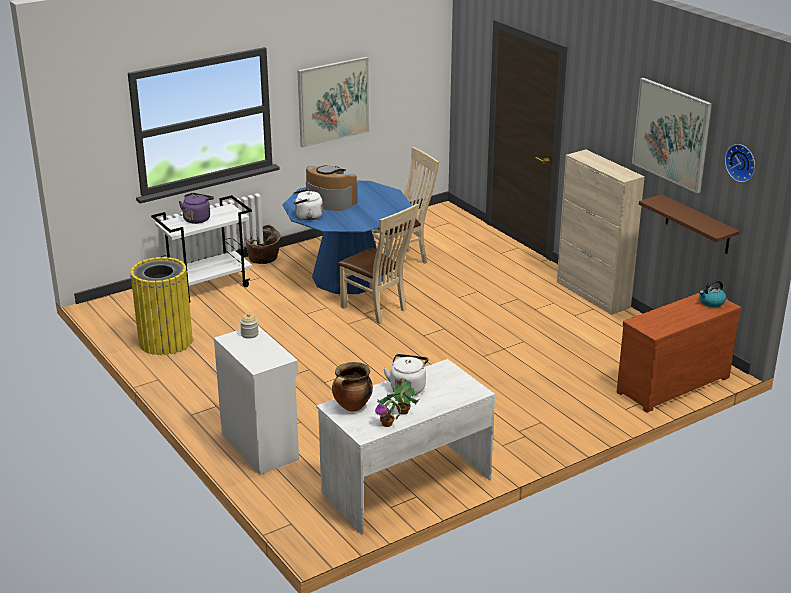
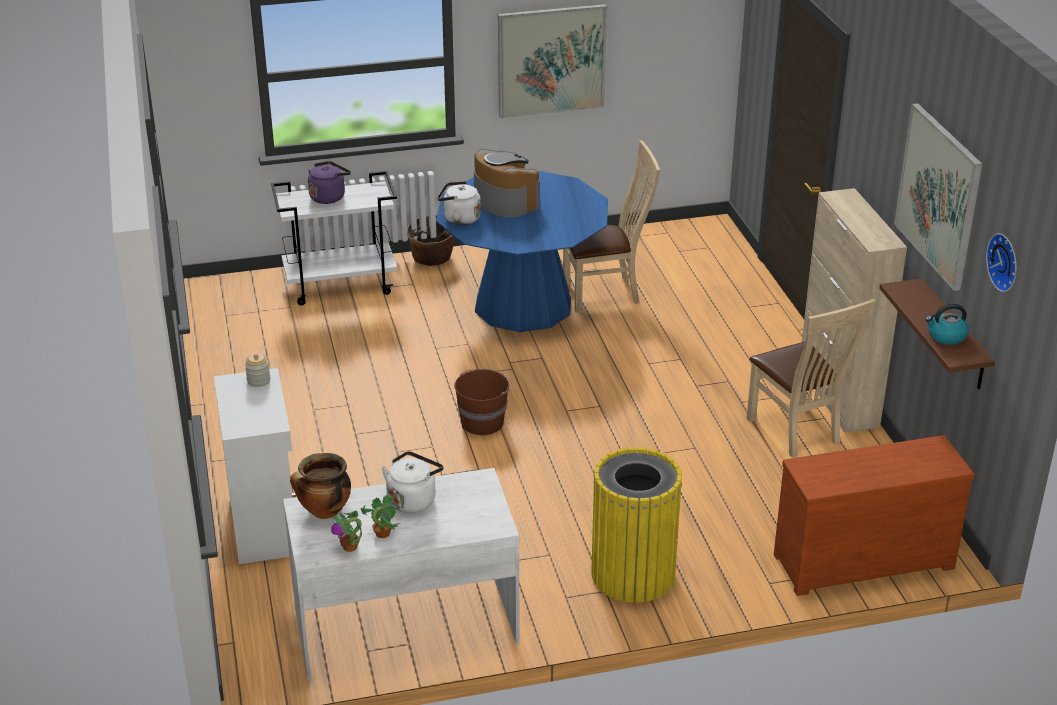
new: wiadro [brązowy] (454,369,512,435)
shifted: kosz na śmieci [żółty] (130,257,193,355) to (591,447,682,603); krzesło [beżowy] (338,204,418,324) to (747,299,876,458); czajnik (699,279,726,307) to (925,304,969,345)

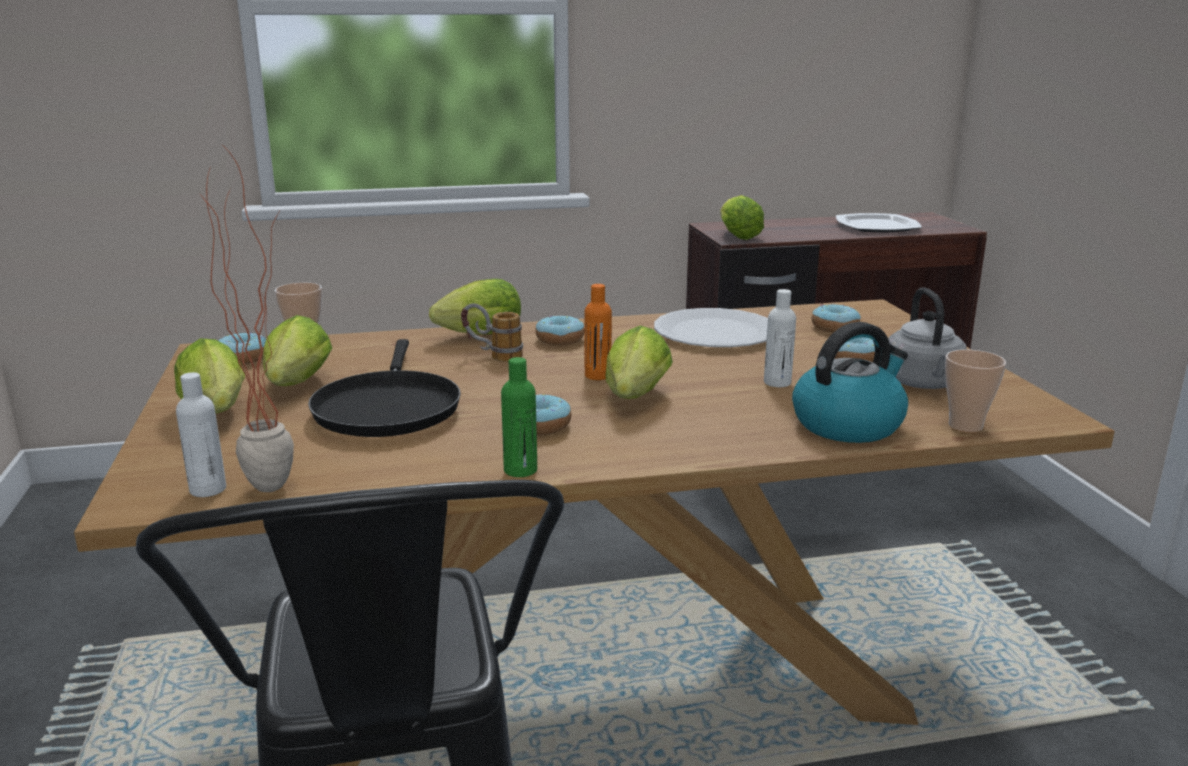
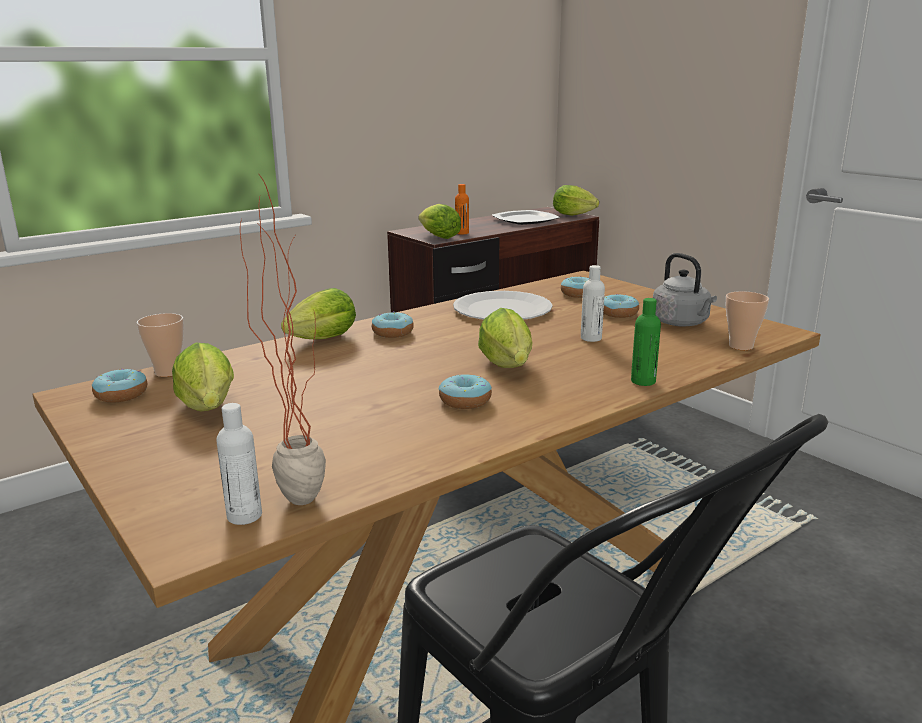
gone: patelnia [czarny] (308,339,461,437); kubek (461,303,523,362); czajnik (792,322,908,443)
shifted: sałata (174,338,245,414) to (553,185,599,216); butelka [zielony] (501,357,537,477) to (631,298,661,386); butelka [pomarańczowy] (584,284,612,380) to (455,184,469,234)

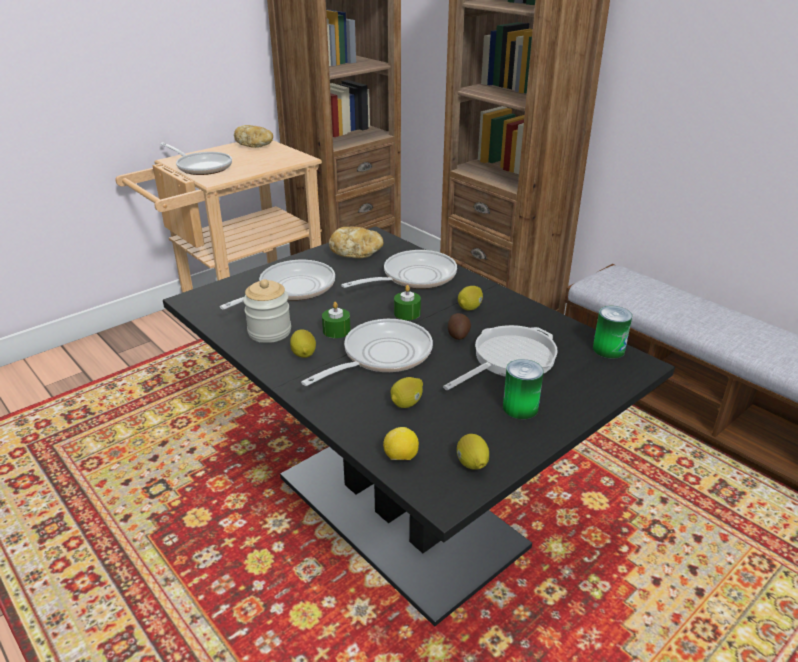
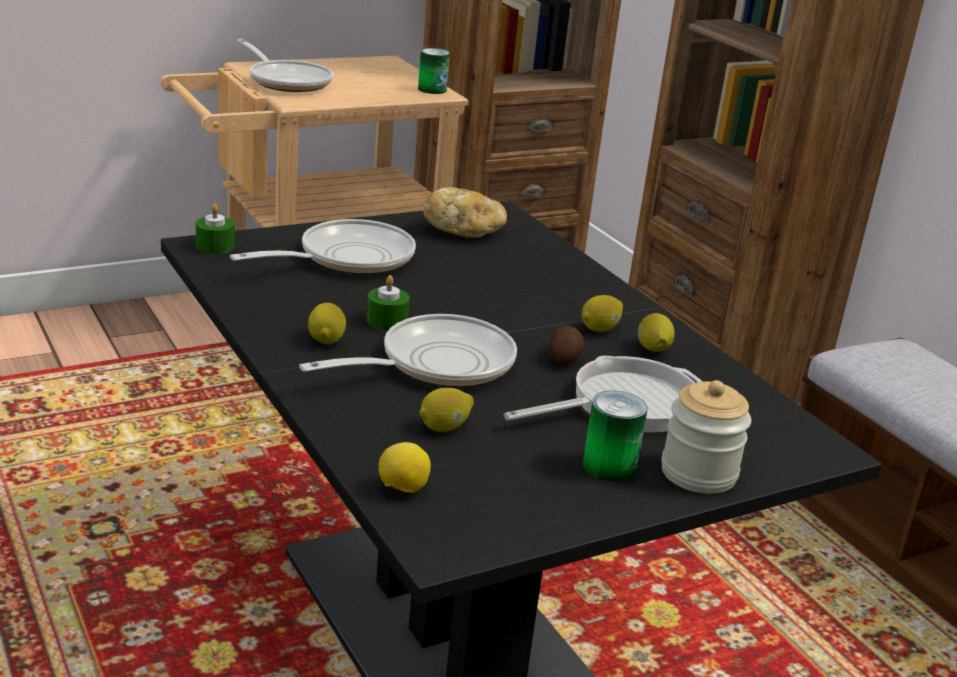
gone: chleb (234,125,273,148); patelnia (341,250,457,289)
shifted: słoik (243,279,291,343) to (661,380,751,494); świeca [zielony] (394,285,421,320) to (196,204,234,254); cytryna (457,434,489,470) to (638,313,675,352); puszka (593,306,632,359) to (418,48,450,94)

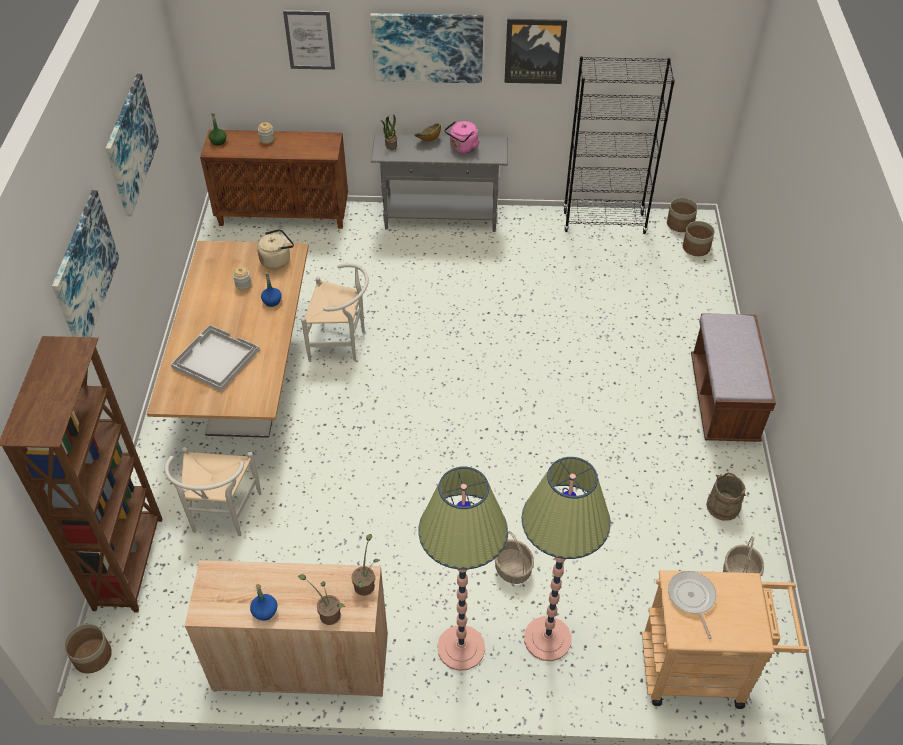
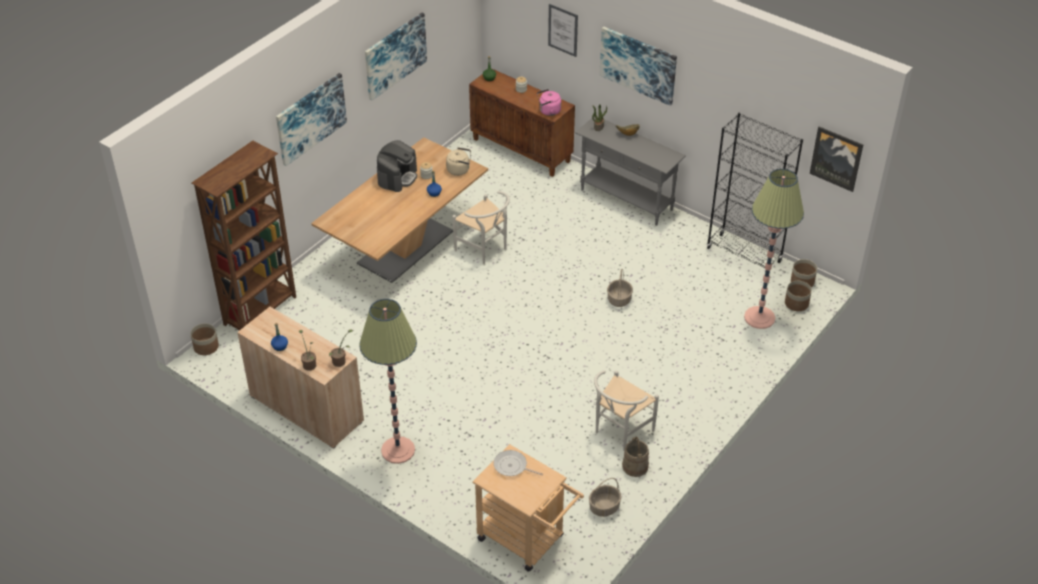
gone: taca [biały] (171,324,259,391); ławka [brązowy] (691,313,776,442)
new: ekspres do kawy (377,140,417,192)
shifted: krzesło [biały] (164,447,261,536) to (594,370,659,451); czajnik [różowy] (444,121,479,153) to (537,89,561,116); koszyk (494,531,534,584) to (607,269,633,307); obraz (505,19,567,84) to (810,127,863,192); lampa stojąca (522,457,611,661) to (744,169,804,329)
rotated: patelnia (668,571,716,639) = (494,450,543,476) 90 degrees counterclockwise

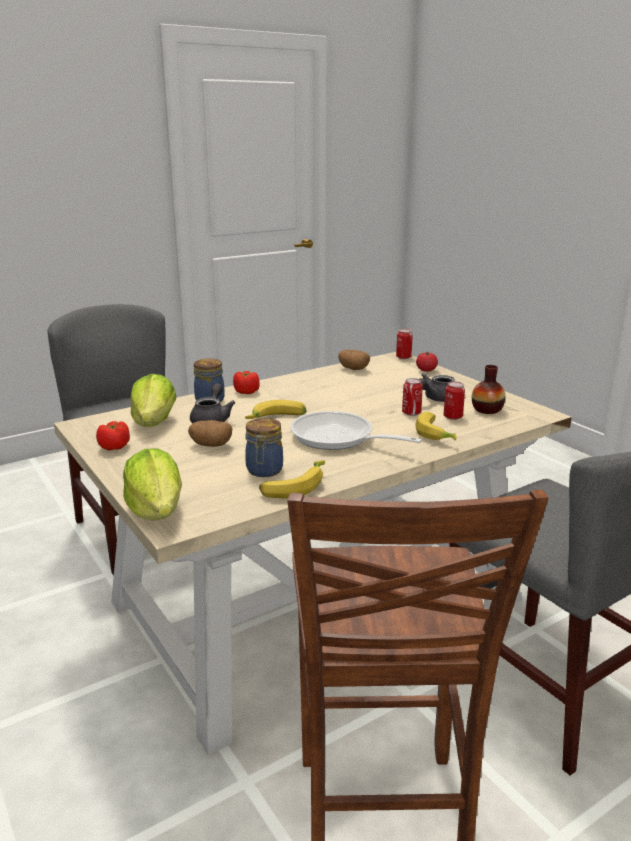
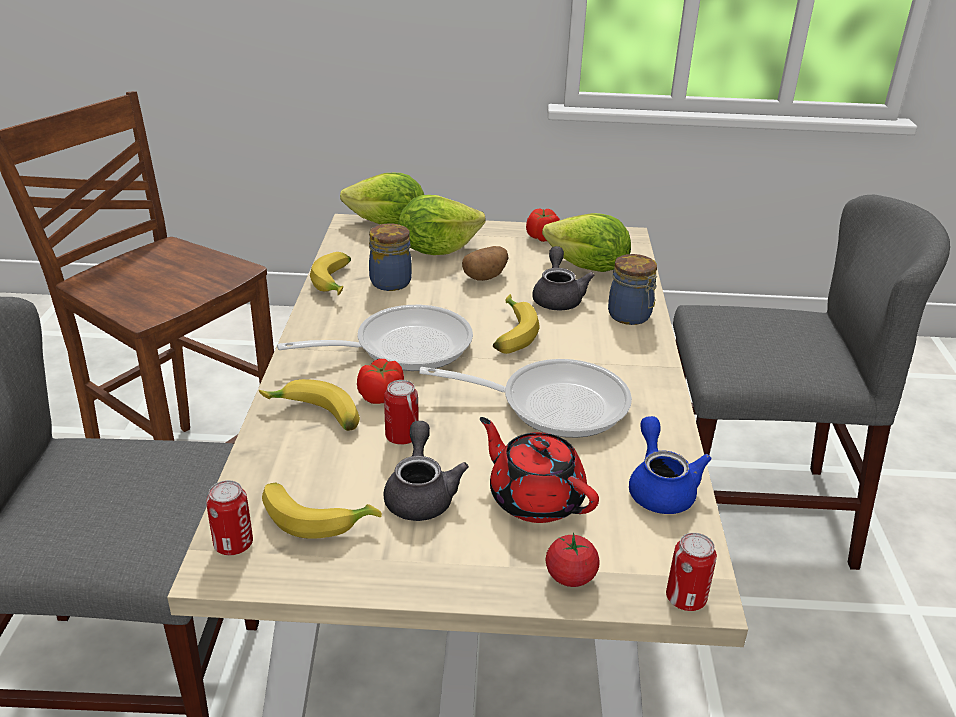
new: sałata (398,195,486,255); patelnia (419,359,632,438); imbryk [czerwony] (480,417,599,523)
shifted: pomidor (233,371,260,394) to (357,359,404,404); puszka (443,381,465,420) to (206,480,253,555)
swapped: ziemniak (338,349,370,370) to imbryk [niebieski] (629,416,712,514); wazon (472,365,506,414) to banan (262,483,382,539)
rotated: imbryk [szary] (190,383,235,423) = (532,246,595,310) 135 degrees counterclockwise

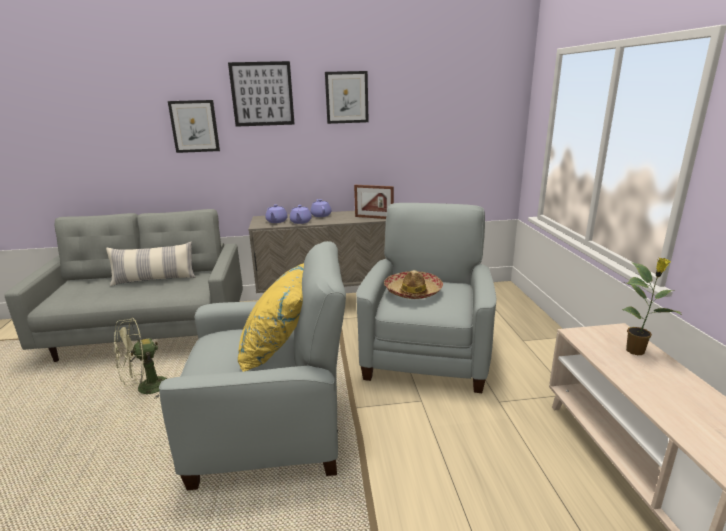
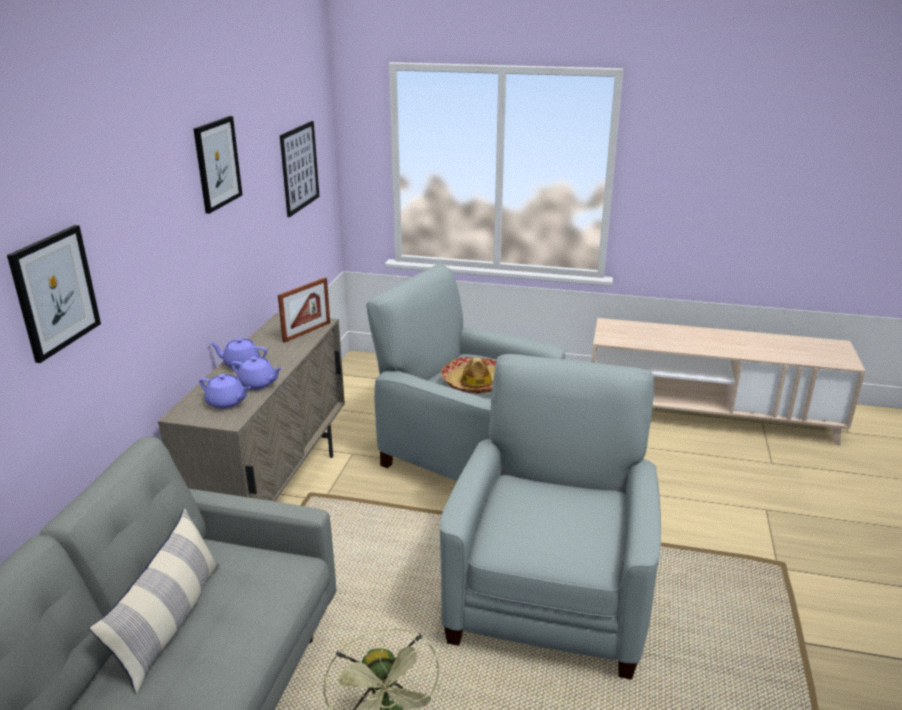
gone: poduszka [żółty] (238,263,304,372); roślina doniczkowa (622,258,682,355)
shifted: obraz (228,61,295,127) to (280,121,320,217)

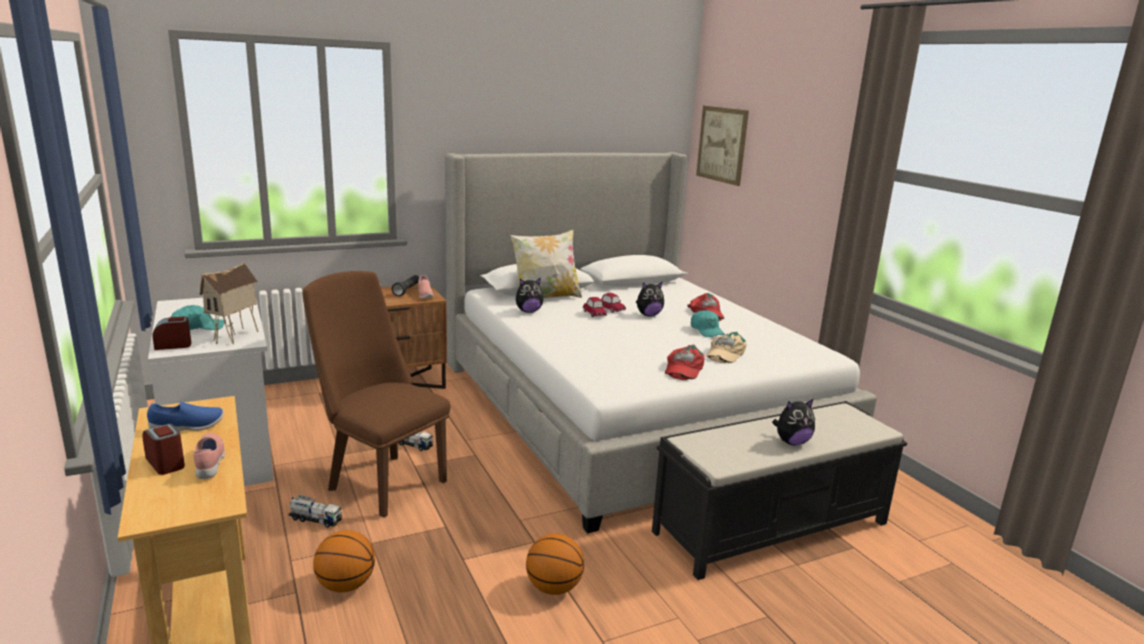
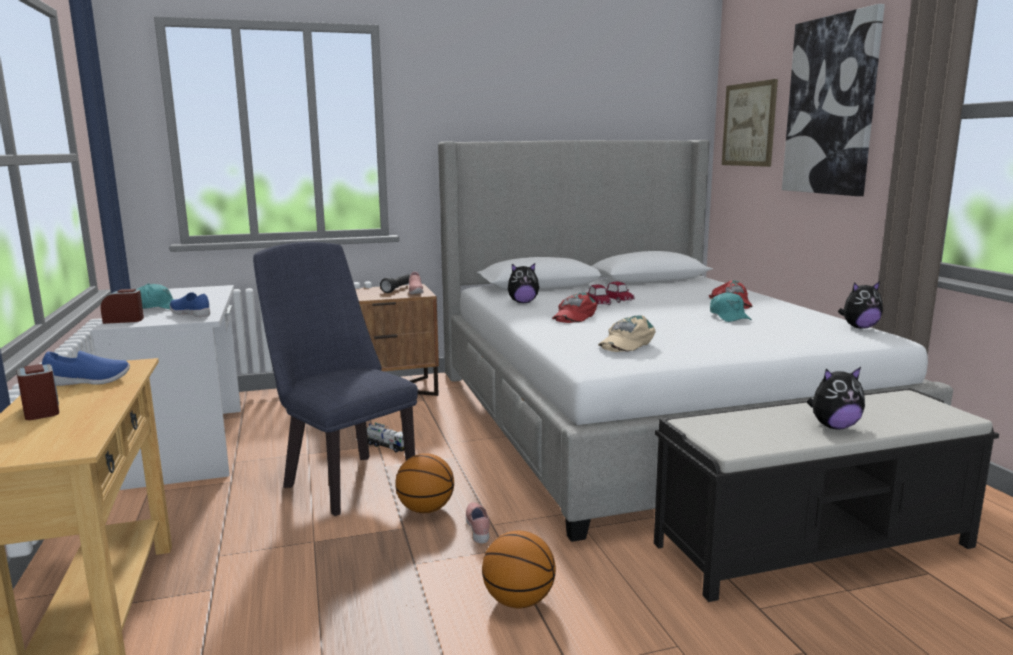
gone: ciężarówka zabawkowa (288,495,342,528); poduszka (510,229,582,298)
new: obraz (782,4,885,196)
shifted: but [różowy] (194,433,225,479) to (466,502,490,543); piłka do koszykówki (313,530,375,592) to (395,453,454,513); pluszak (636,282,664,316) to (838,281,883,329); czapka z daszkiem [czerwony] (665,345,705,380) to (552,292,597,323); czapka z daszkiem [beżowy] (706,332,747,363) to (598,315,656,352)
swapped: domek (199,262,259,344) to but [niebieski] (170,292,210,317)
repainted: krzesło [brązowy] (302,271,450,518) to krzesło [niebieski] (253,242,418,516)

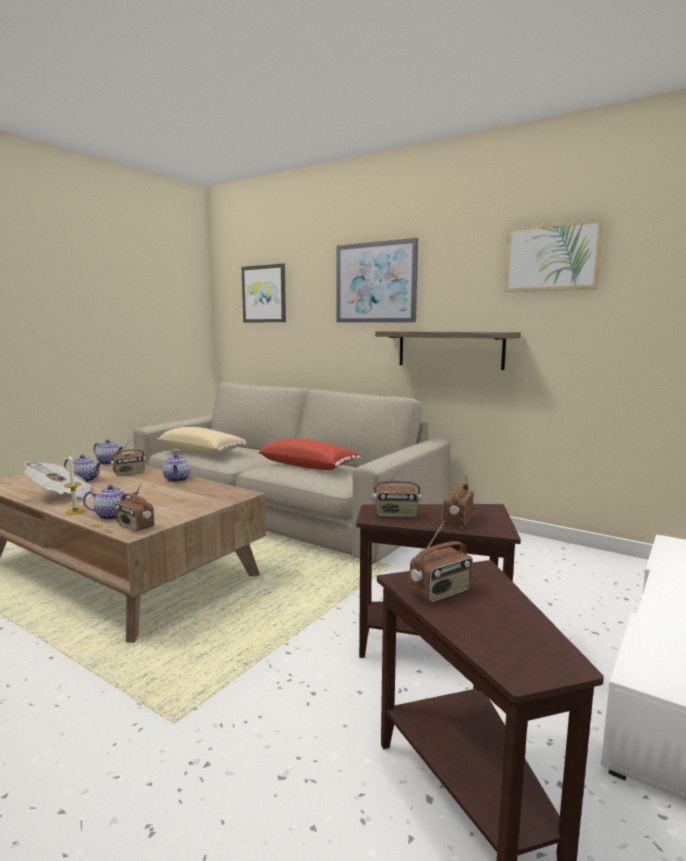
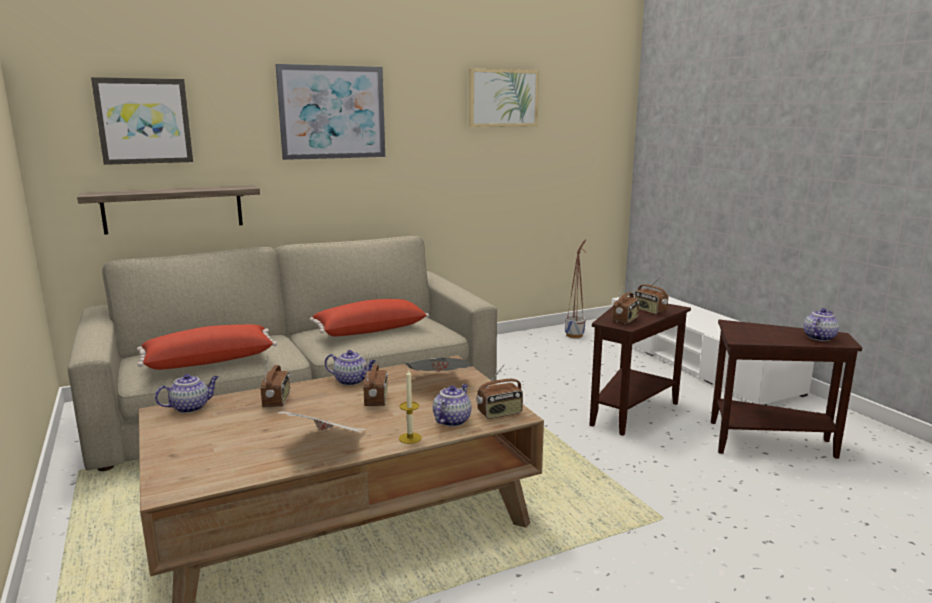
new: gazeta (404,358,473,372); donica (565,240,586,338)
shifted: imbryk (64,455,102,482) to (803,308,839,341); półka (375,331,521,370) to (77,185,260,235); radio (409,521,473,602) to (363,354,388,406)
repainted: poduszka [beżowy] (157,427,247,455) to poduszka [czerwony] (137,324,277,370)

